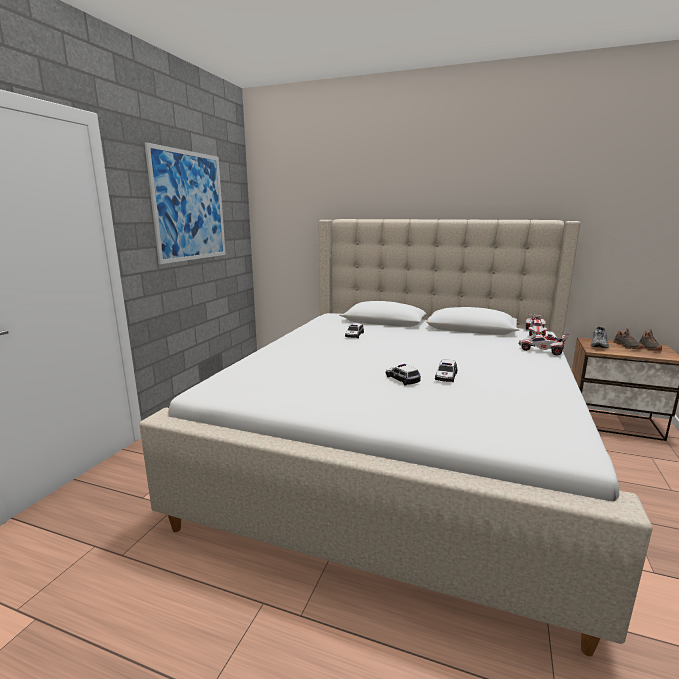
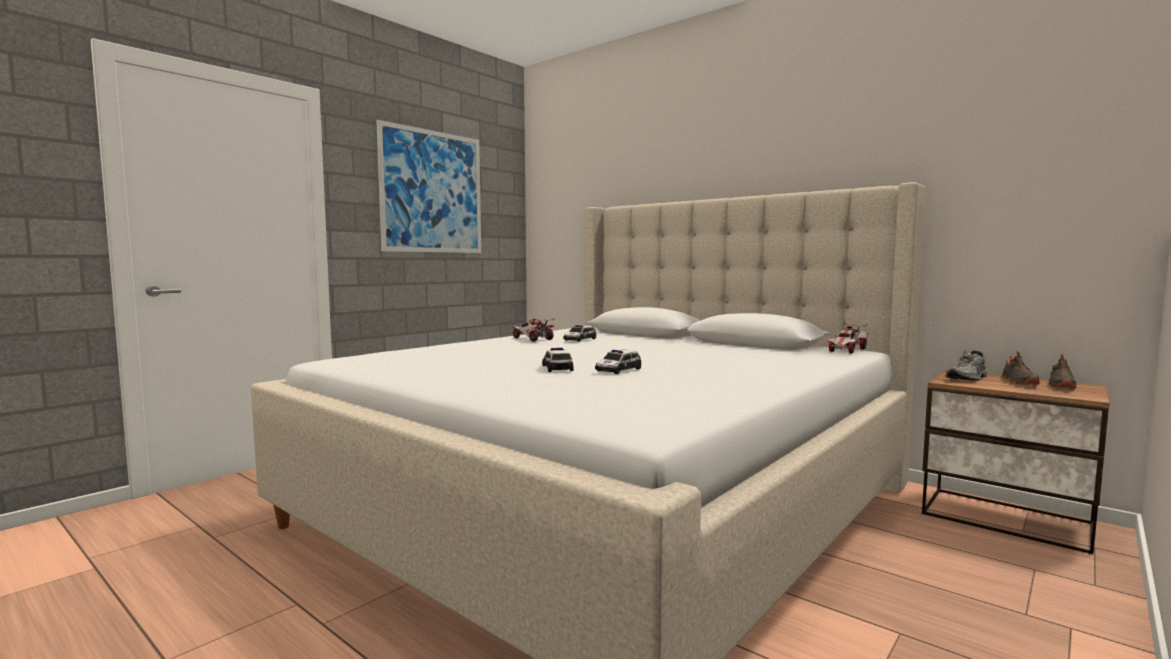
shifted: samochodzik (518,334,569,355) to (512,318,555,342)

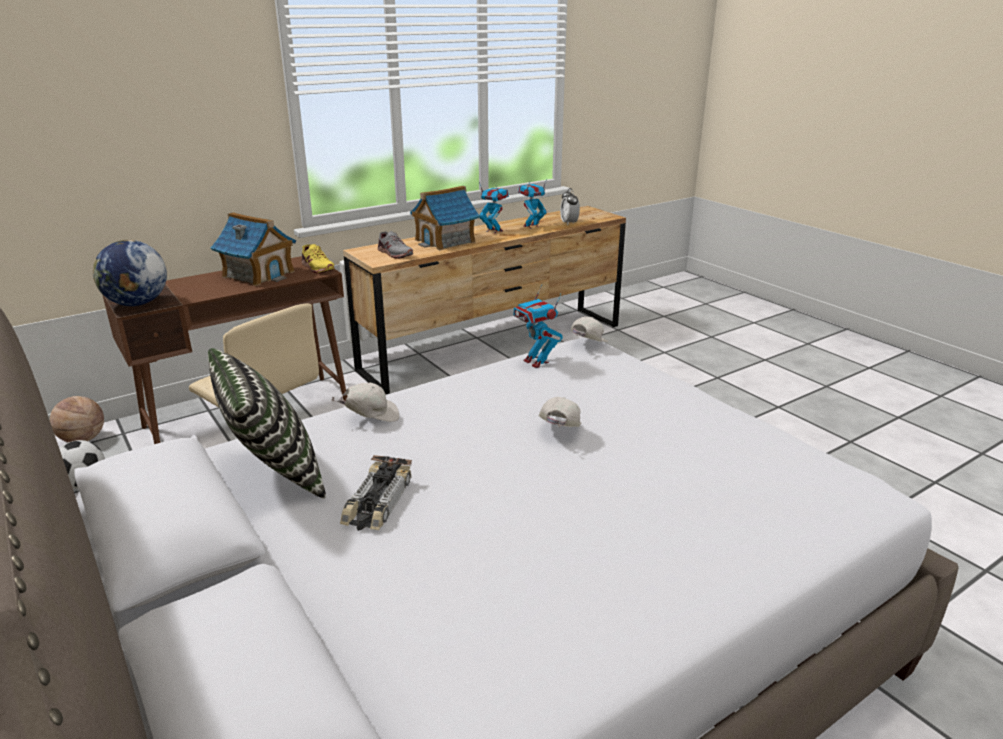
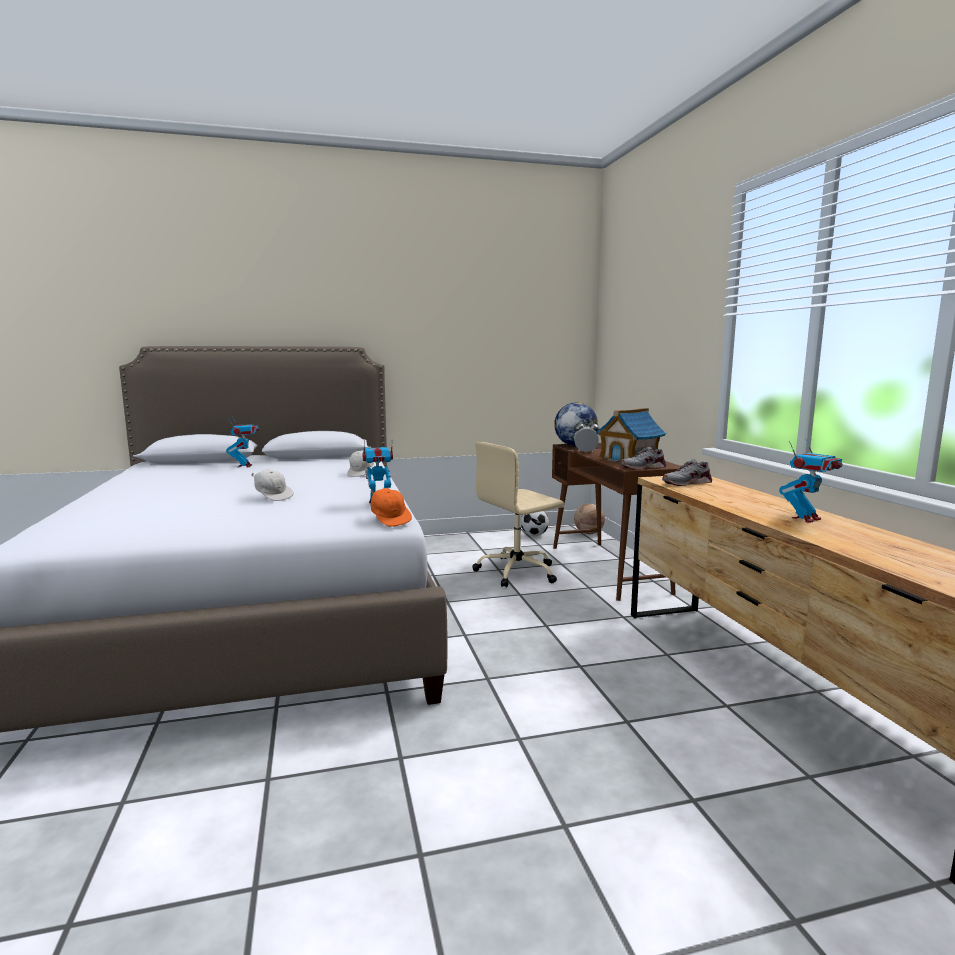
gone: poduszka (208,348,326,499); samochodzik (340,455,412,531); domek (410,186,480,250)
shifted: robot zabawkowy (518,179,547,229) to (226,417,259,467); budzik (560,188,580,225) to (574,419,600,452)
repainted: but [żółty] (302,244,335,274) to but [szary] (621,446,666,470); czapka z daszkiem [biały] (571,316,608,342) to czapka z daszkiem [pomarańczowy] (371,488,412,527)

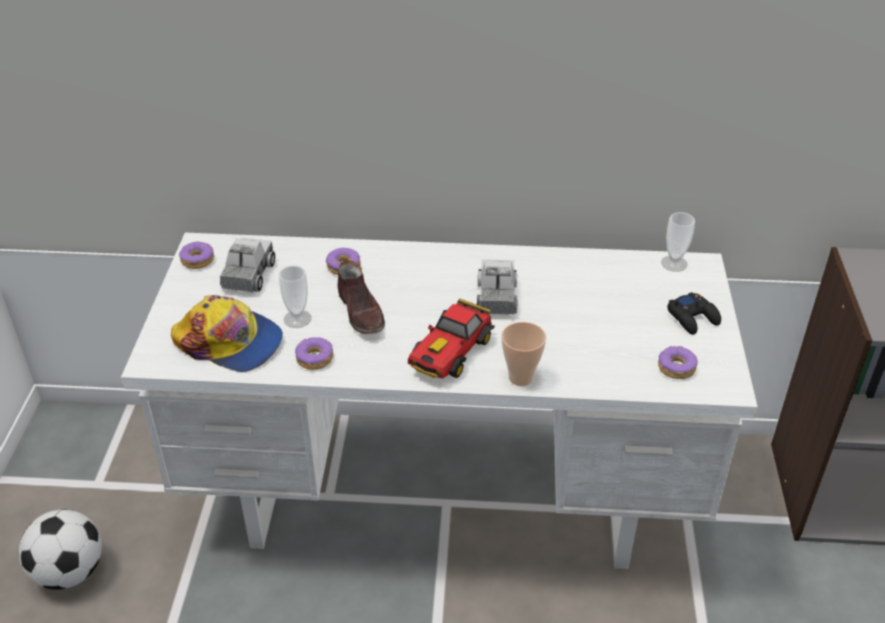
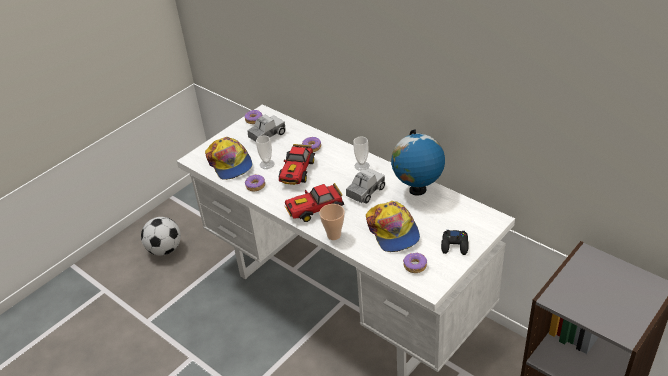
new: czapka z daszkiem (366,201,420,252); globus (391,129,445,196)
shifted: filiżanka (661,212,695,272) to (353,137,370,171)
swapped: but [brązowy] (337,260,385,334) to samochodzik (279,144,316,185)

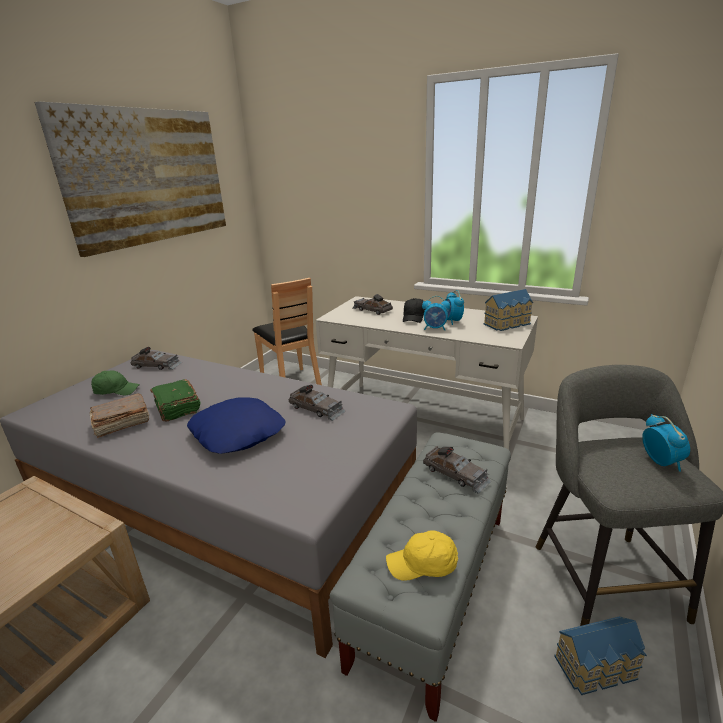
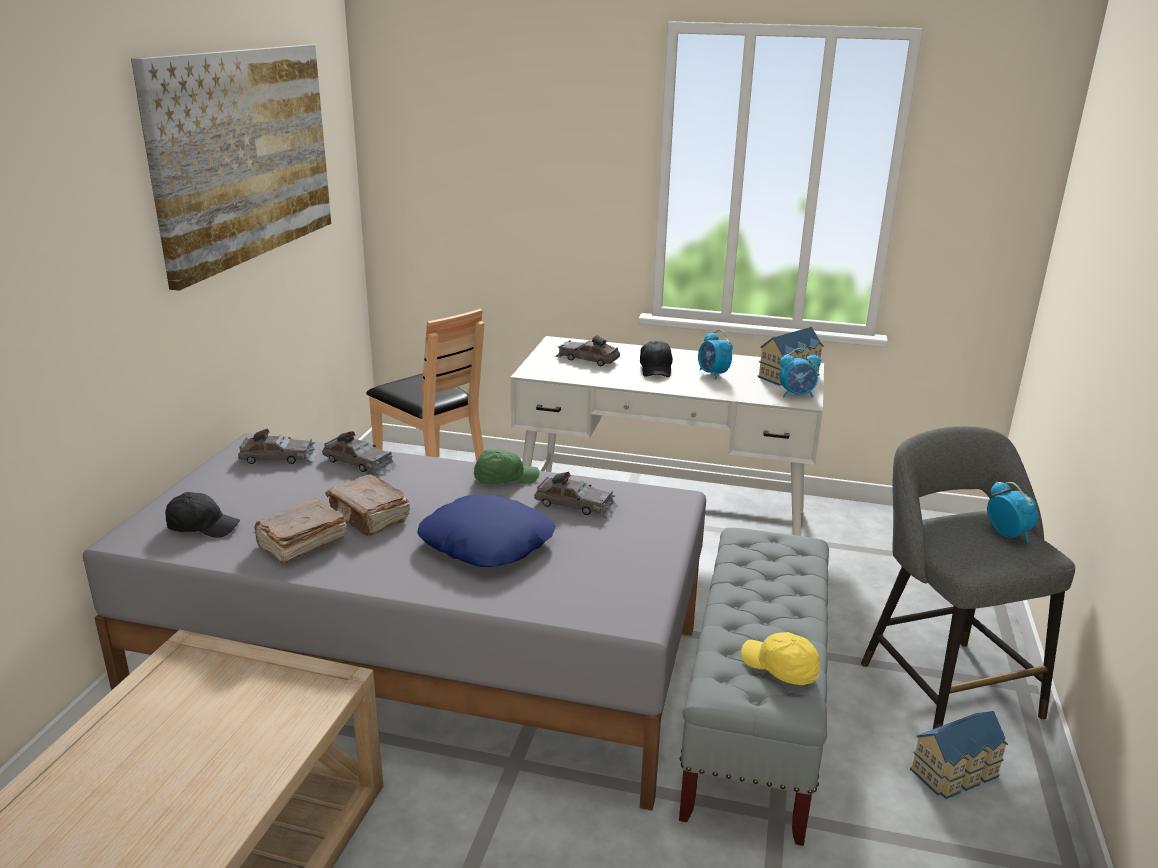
new: czapka z daszkiem [czarny] (165,492,240,538)
shifted: czapka z daszkiem [zielony] (91,370,140,395) to (474,449,540,484); budzik (422,296,450,330) to (779,348,821,398); samochodzik [szary] (423,446,491,494) to (322,431,397,476)
repainted: książka [zielony] (150,379,201,421) to książka [brązowy] (325,474,410,536)
rotated: czapka z daszkiem [żółty] (386,530,458,581) = (741,632,820,685) 60 degrees clockwise

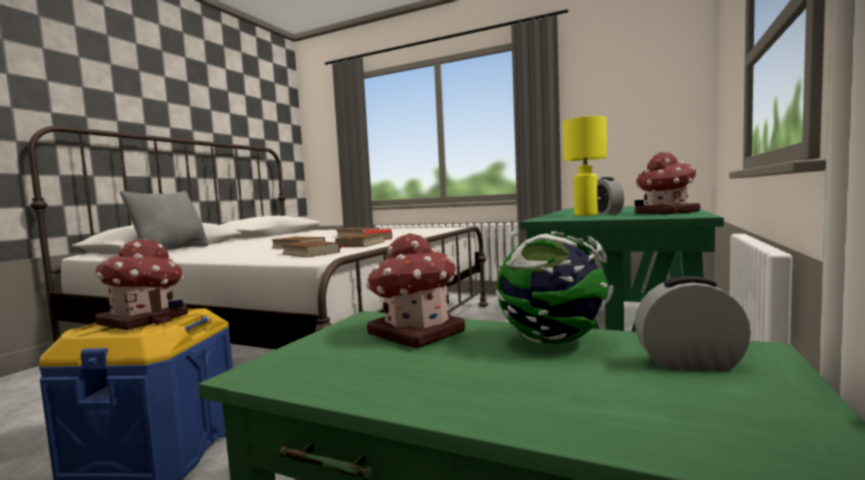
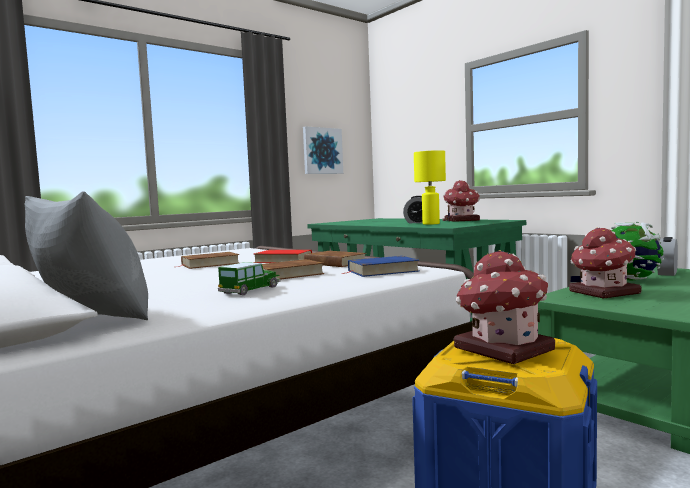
new: samochodzik (218,262,281,295); obraz (303,126,343,174)
repainted: książka [brązowy] (281,241,340,257) to książka [niebieski] (342,256,420,277)

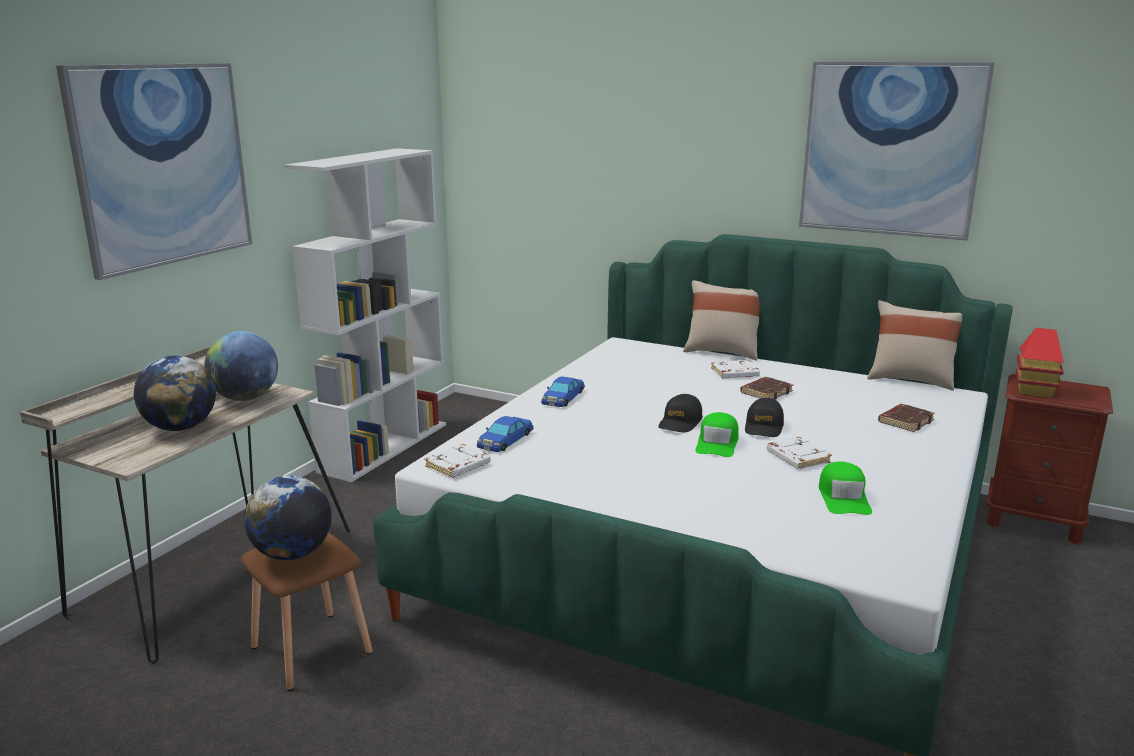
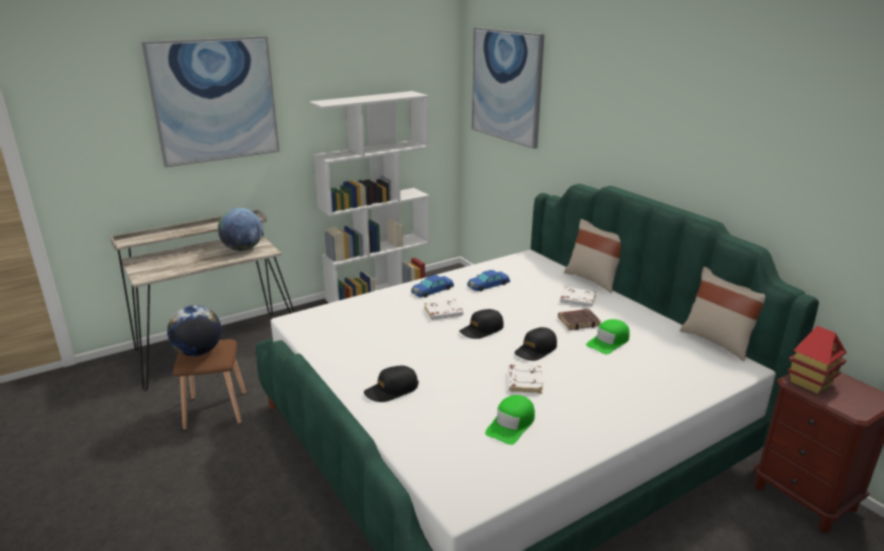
gone: globus (134,356,216,431); książka [brązowy] (878,404,935,432)
new: czapka z daszkiem [czarny] (364,365,419,402)
shifted: książka [biały] (425,444,491,478) to (424,299,463,320); samochodzik [niebieski] (477,416,534,452) to (467,270,510,291); czapka z daszkiem [zielony] (696,412,739,457) to (586,319,630,354); obraz (799,62,995,241) to (472,27,545,149)

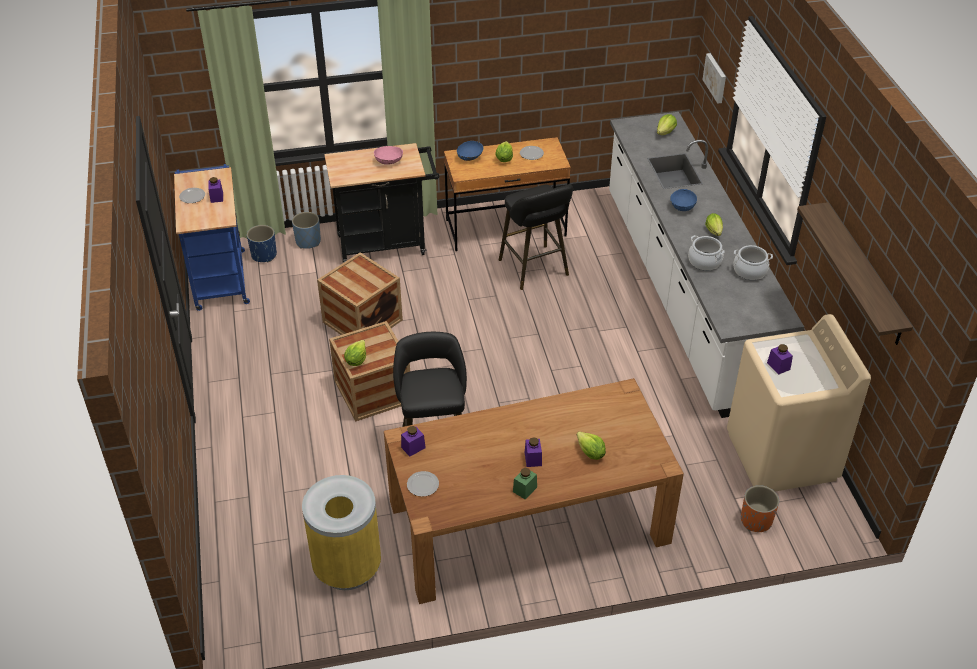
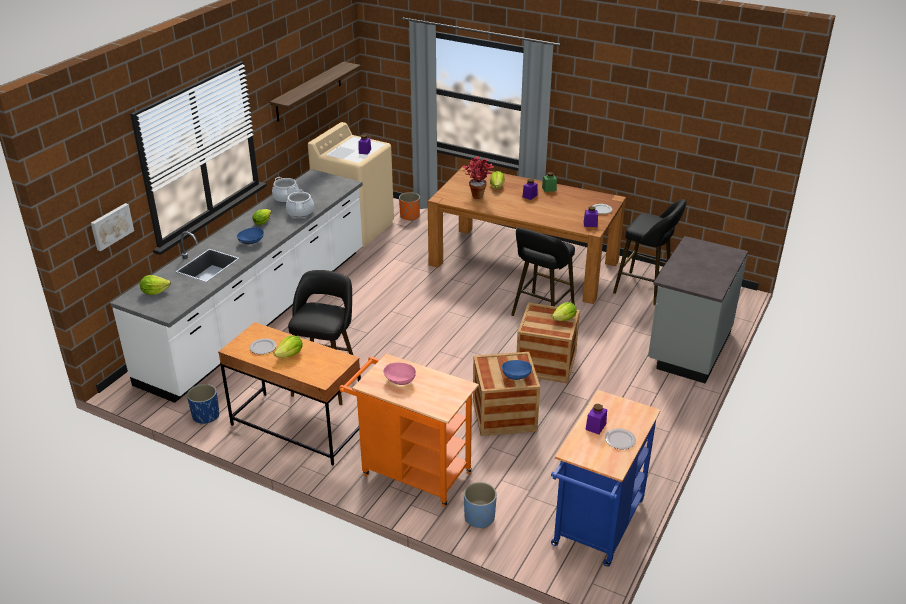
new: roślina doniczkowa (463,156,494,199); zabudowa kuchenna [szary] (648,236,748,383)
shifted: donica [niebieski] (247,225,277,262) to (187,384,219,424); miska [niebieski] (457,141,484,161) to (502,360,532,380)
swapped: kosz na śmieci [żółty] (302,475,381,590) to stołek [czarny] (613,199,687,305)
repainted: wózek [czarny] (324,143,439,263) to wózek [pomarańczowy] (339,354,479,507)

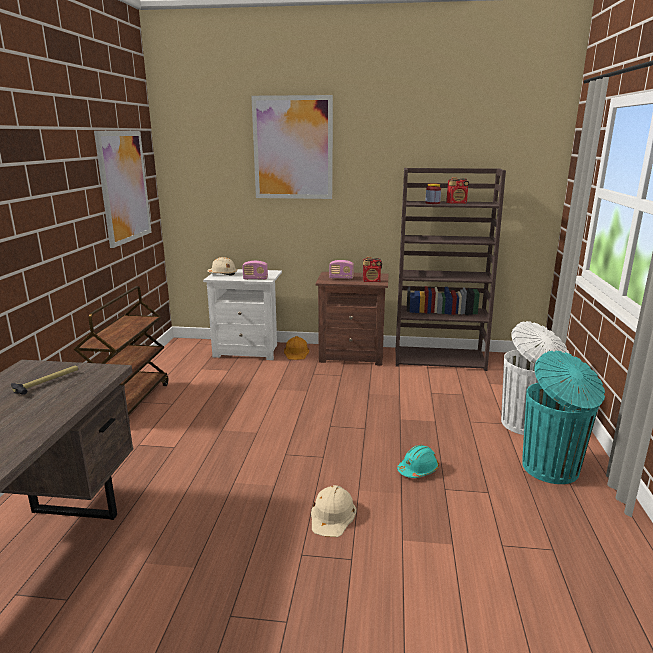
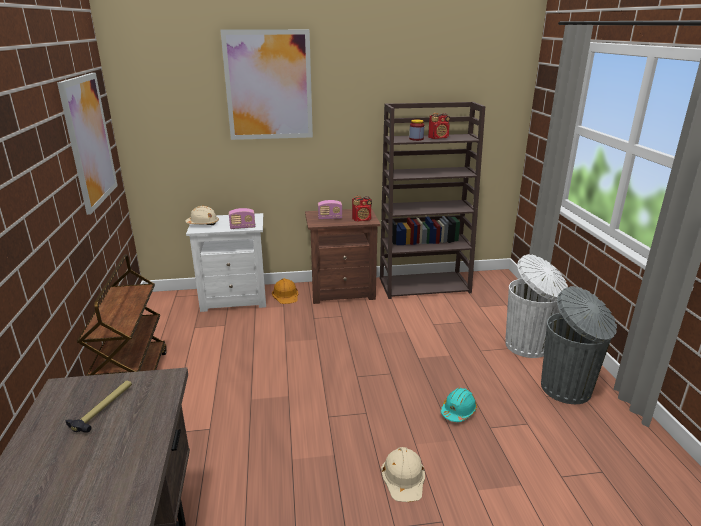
repainted: kosz na śmieci [turkusowy] (522,351,605,484) to kosz na śmieci [szary] (541,286,617,404)

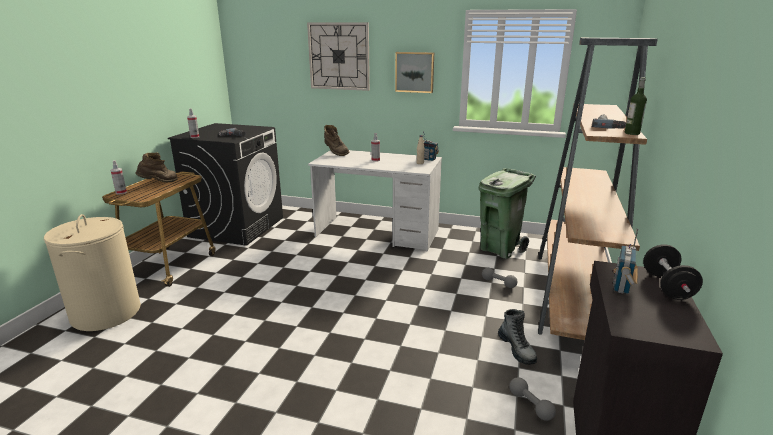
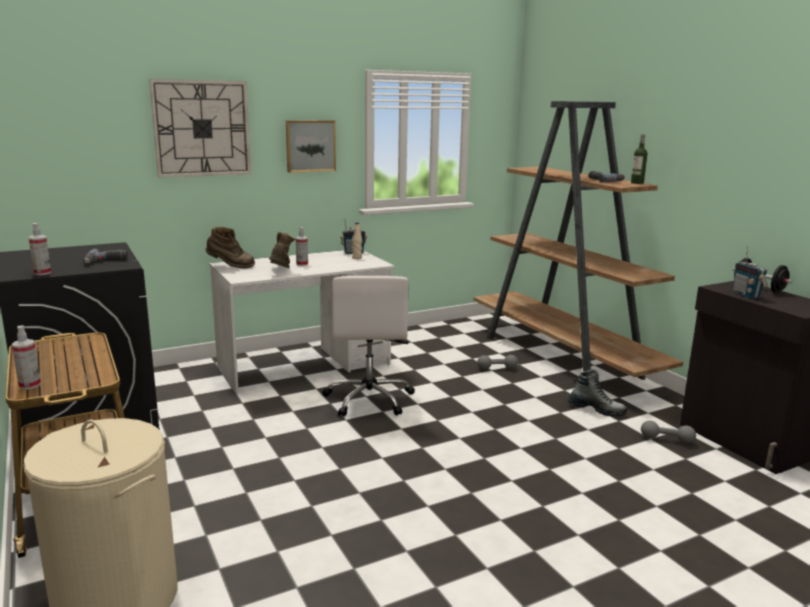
gone: kosz na śmieci [zielony] (478,168,536,259)
new: krzesło biurowe [biały] (322,276,415,416)
shifted: but z cholewką [brązowy] (135,152,178,183) to (269,232,296,268)

